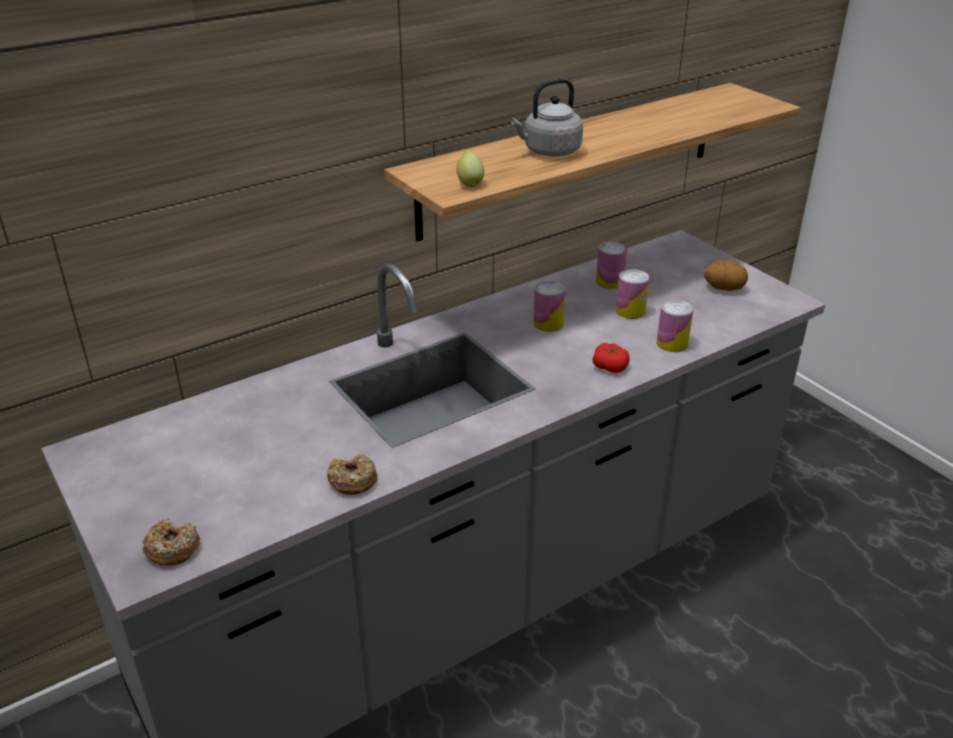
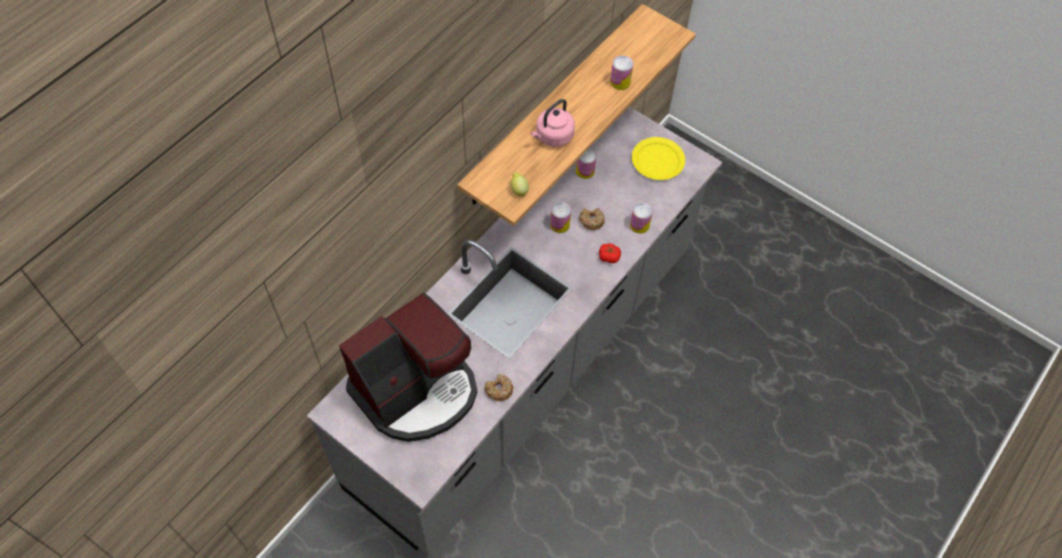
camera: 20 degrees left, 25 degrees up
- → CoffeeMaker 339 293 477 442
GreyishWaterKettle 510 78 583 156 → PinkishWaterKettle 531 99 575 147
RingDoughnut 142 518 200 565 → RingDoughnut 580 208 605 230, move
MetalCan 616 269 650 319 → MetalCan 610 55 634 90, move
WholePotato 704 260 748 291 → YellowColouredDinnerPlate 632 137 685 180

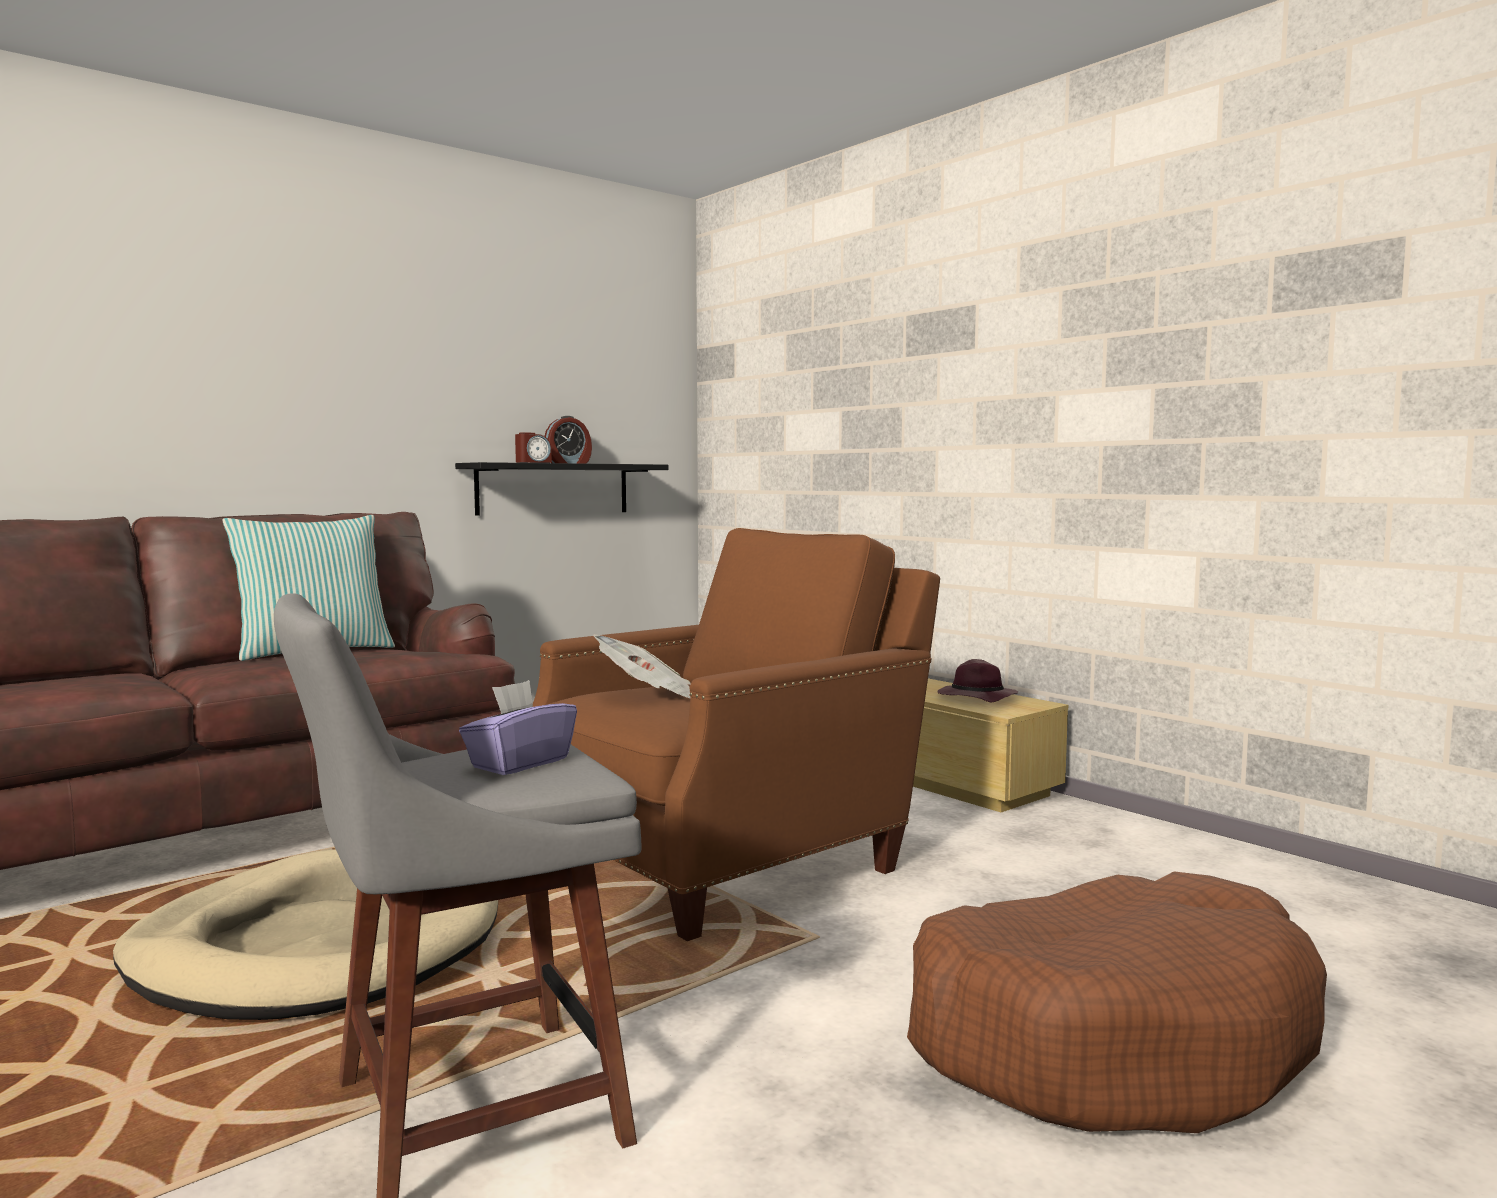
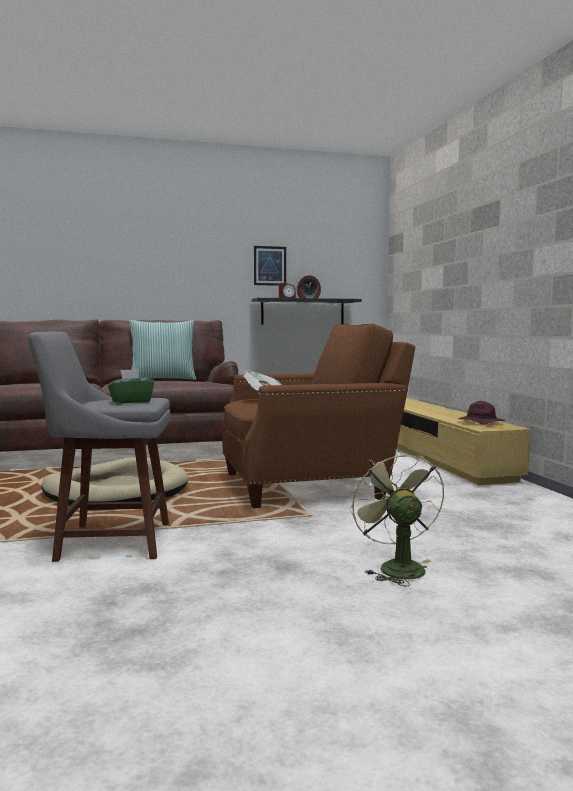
camera: 25 degrees right, 0 degrees up
PurpleTissueHolder 459 680 577 775 → GreenTissueHolder 108 369 154 404
- → WallArt 254 246 286 286
BrownishPetBed 907 872 1327 1133 → GreenFan 349 449 444 586

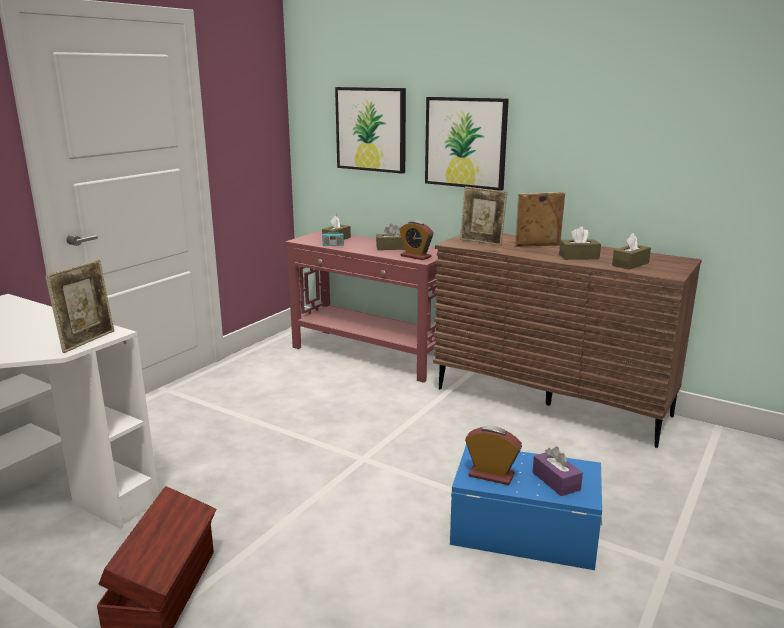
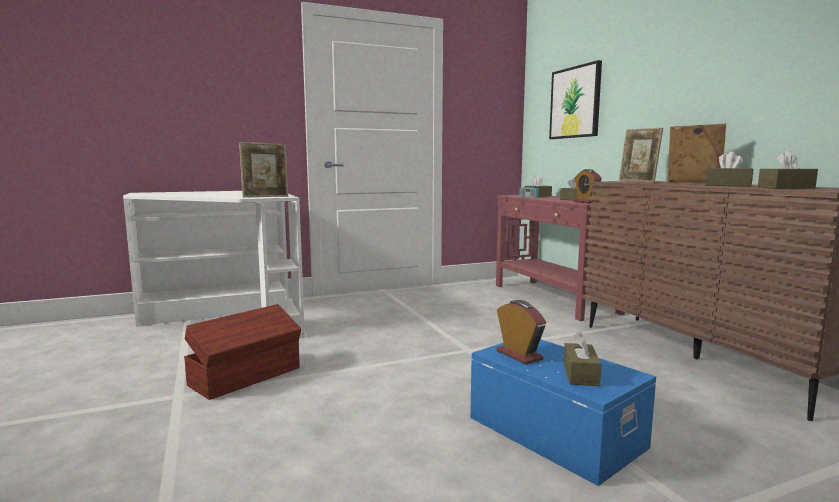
camera: 35 degrees right, 10 degrees down
PurpleTissueHolder 533 446 583 496 → BrownishTissueHolder 564 331 601 386
WallArt 425 97 509 191 → -

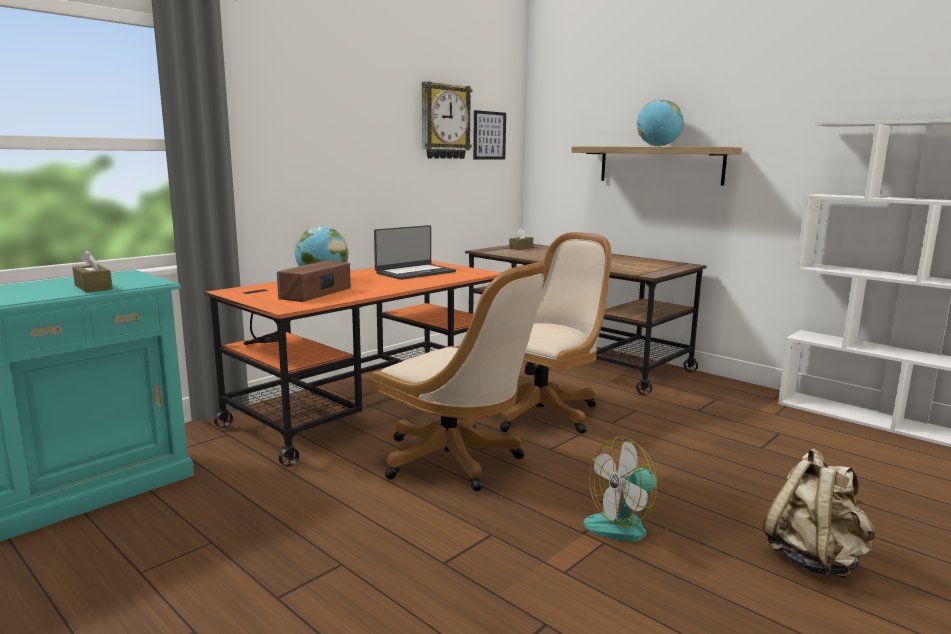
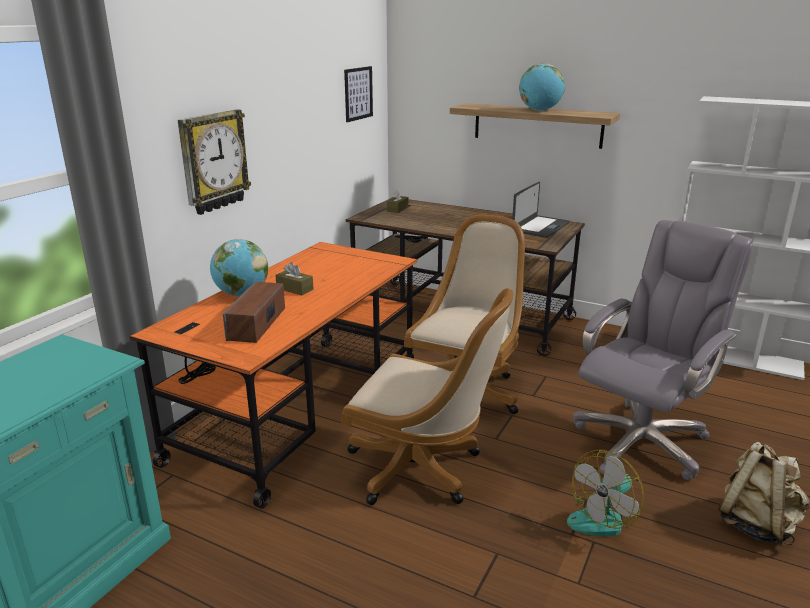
camera: 15 degrees left, 10 degrees up
WallClock 422 81 472 159 → WallClock 178 109 251 215, move
BrownishTissueHolder 72 249 113 293 → BrownishTissueHolder 275 262 314 295, move
PortableComputer 374 225 456 280 → PortableComputer 512 182 570 238, move
- → GreyishOfficeChair 573 220 753 480

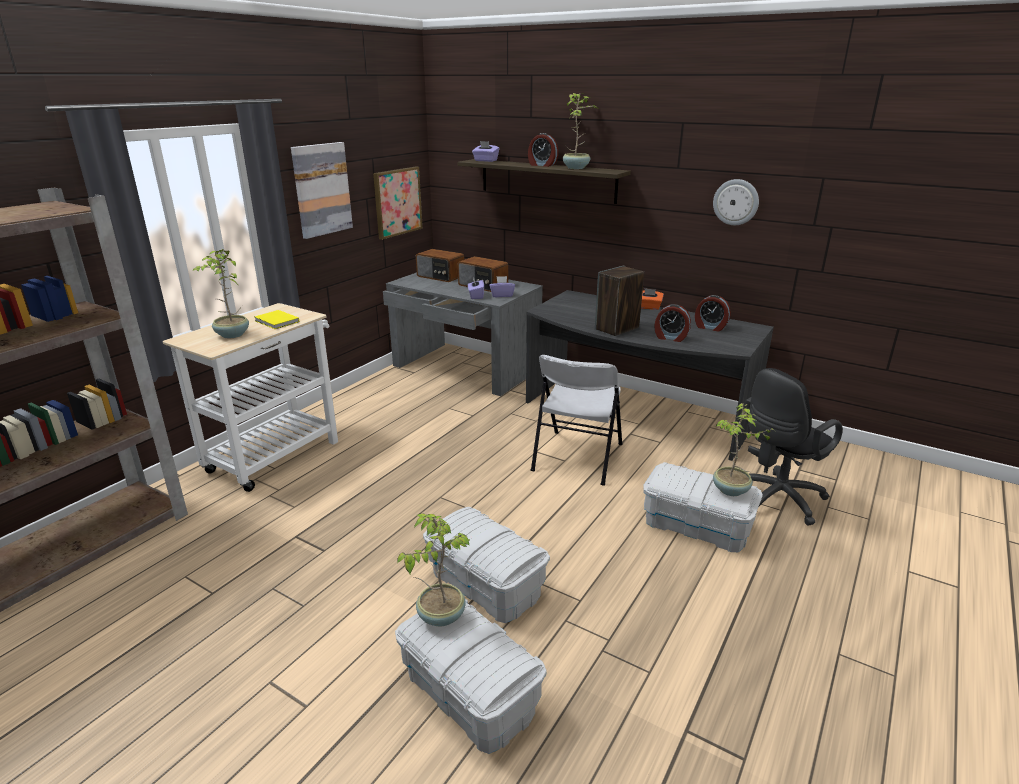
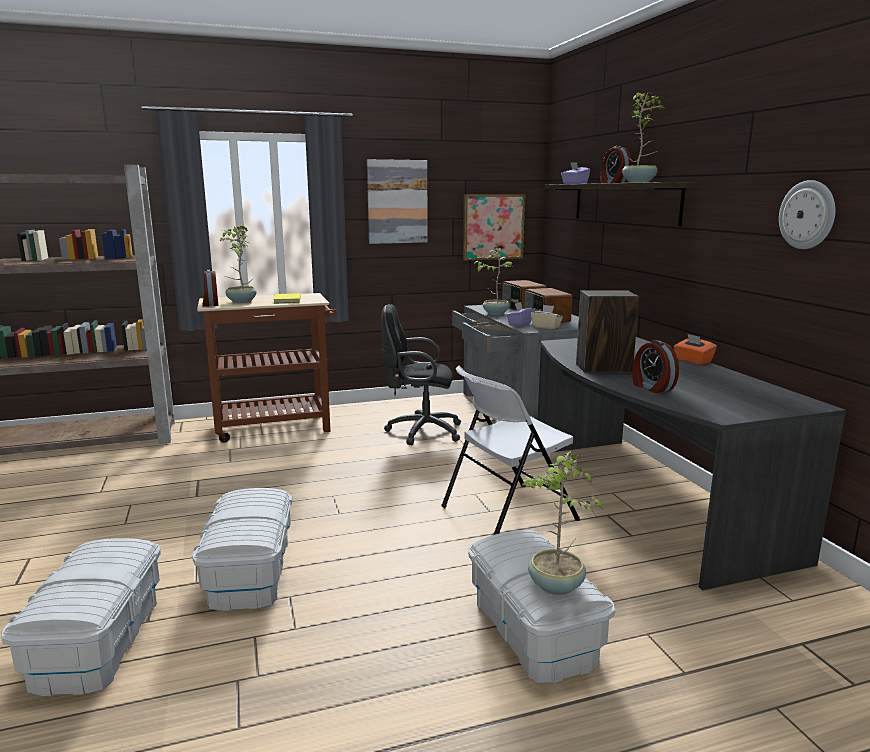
camera: 40 degrees right, 10 degrees down
WhiteWheeledCart 163 303 338 492 → BrownishWheeledCart 197 293 337 443
TableClock 695 295 731 332 → TableClock 202 270 218 307, move
BlackishOfficeChair 745 368 843 525 → BlackishOfficeChair 381 304 461 445, move
PottedPlant 397 514 470 627 → PottedPlant 473 247 514 315, move
PurpleTissueHolder 489 276 515 297 → SandColouredTissueHolder 531 305 563 329

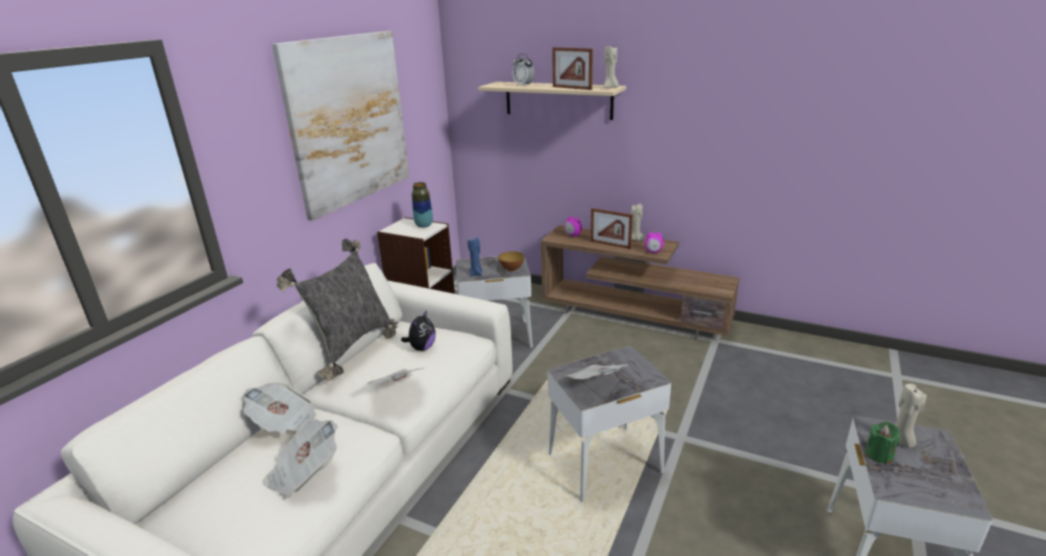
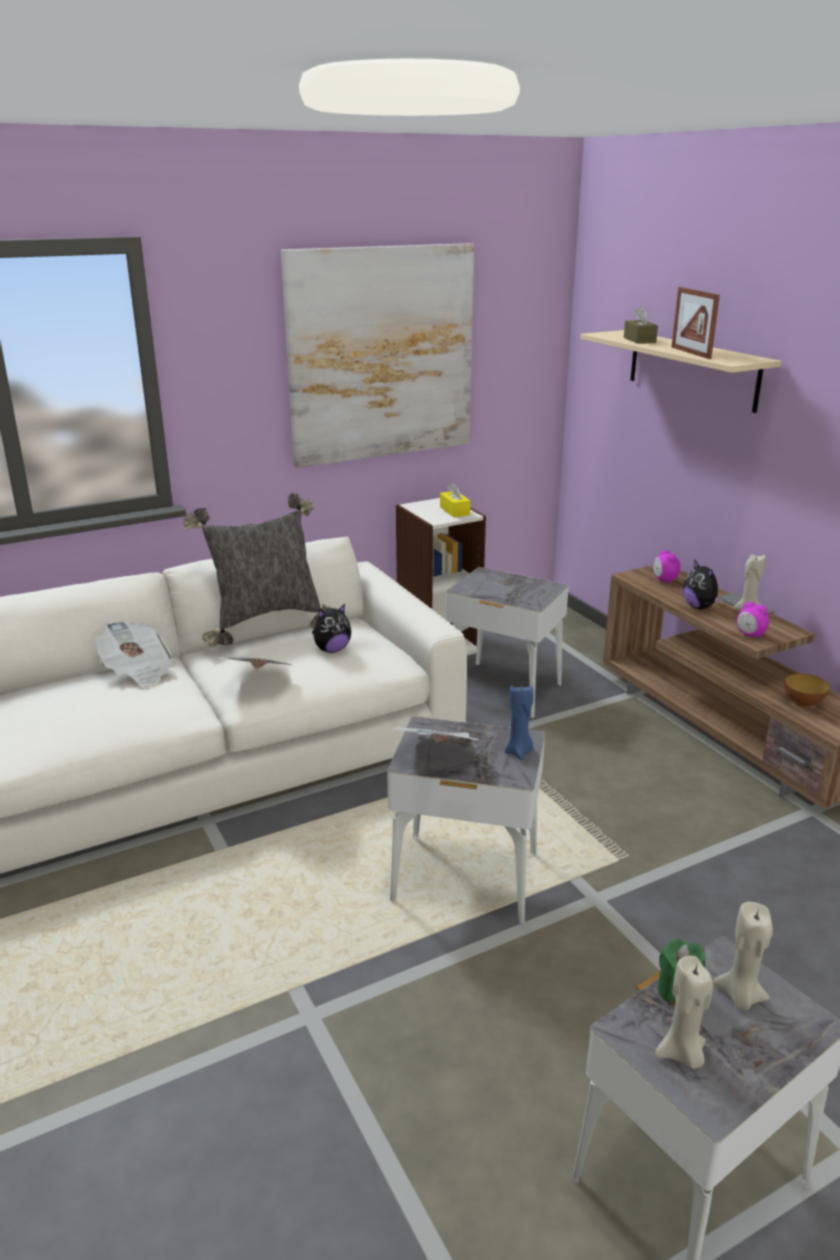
camera: 35 degrees right, 0 degrees up
FlowerVase 412 182 433 228 → YellowColouredTissueHolder 440 482 471 517
BluishWaxLight 467 237 482 276 → BluishWaxLight 505 685 534 760, move
TableClock 513 54 535 87 → BrownishTissueHolder 624 306 658 344
SandColouredWaxLight 604 46 619 88 → SandColouredWaxLight 655 956 713 1069, move
PhotoFrame 591 208 633 249 → SoftToy 683 559 723 609
Bowl 498 251 524 271 → Bowl 785 673 830 708, move
DailyPaper 263 419 338 498 → -

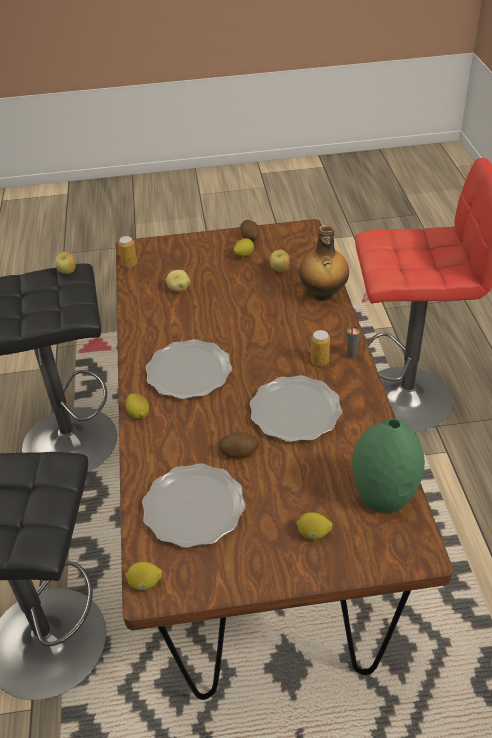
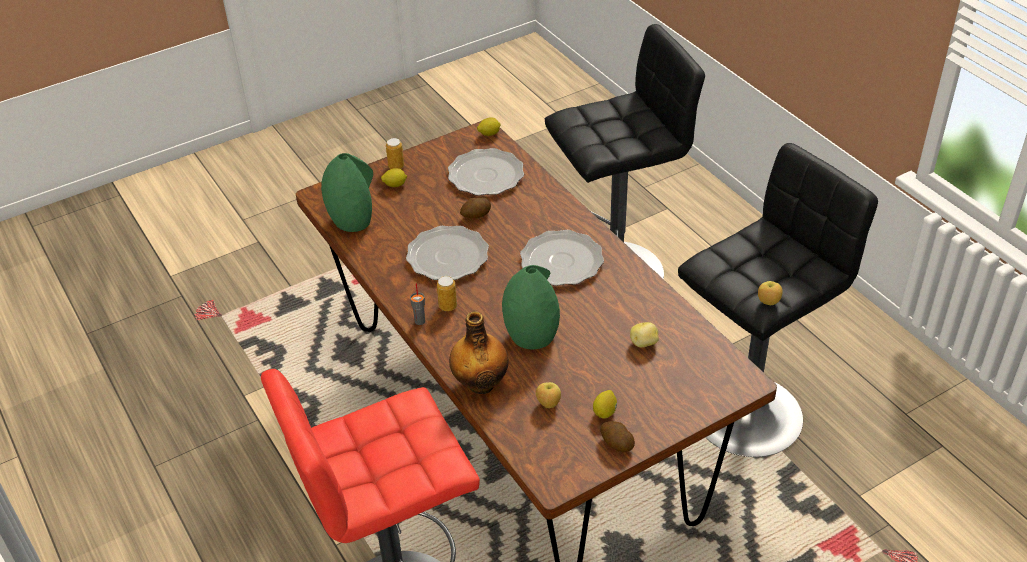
camera: 155 degrees right, 0 degrees up
MetalCan 118 236 137 268 → MetalCan 386 138 404 169, move
- → GreenFlowerVase 502 265 560 349
WholeLemon 126 393 149 419 → -

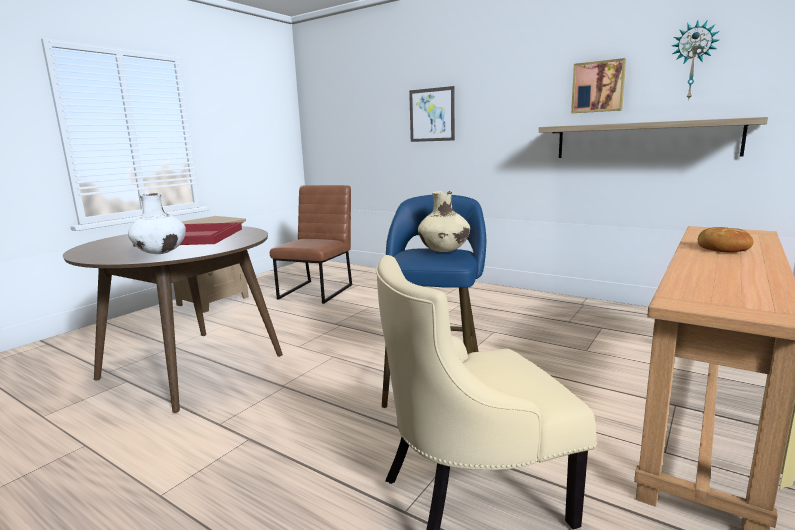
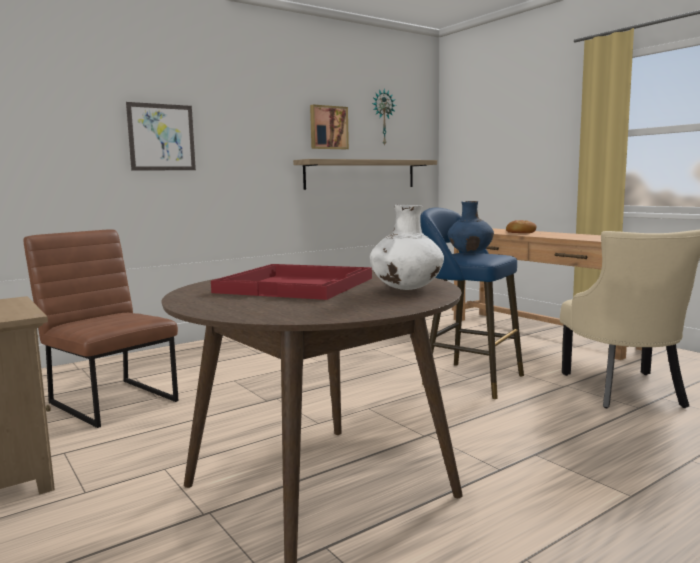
camera: 70 degrees left, 5 degrees down
SandColouredFlowerVase 418 191 470 252 → BluishFlowerVase 447 201 494 253

